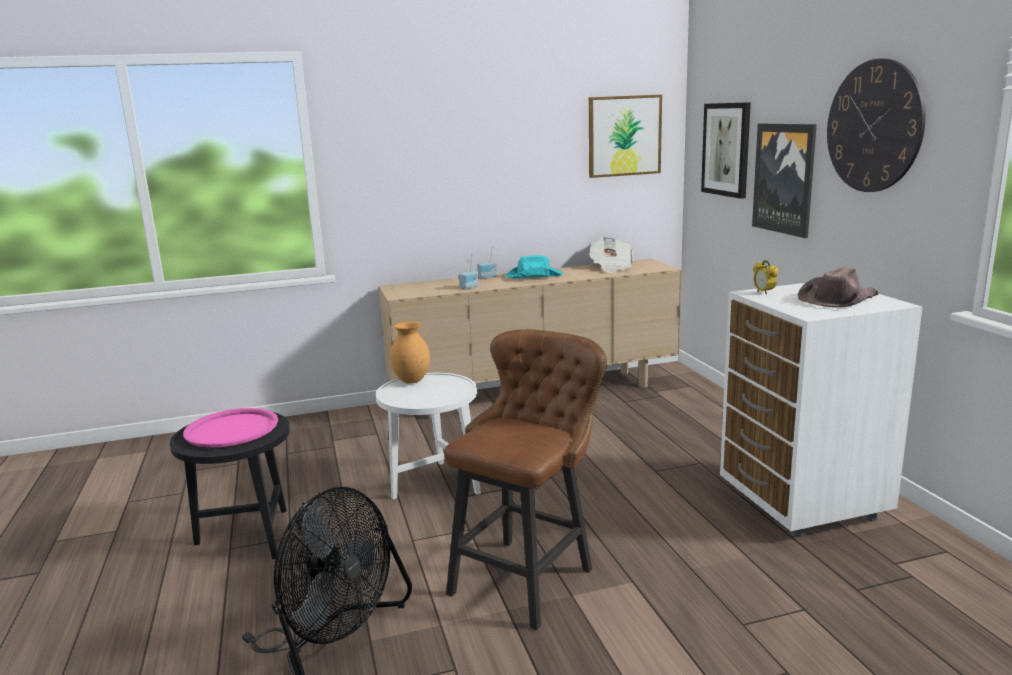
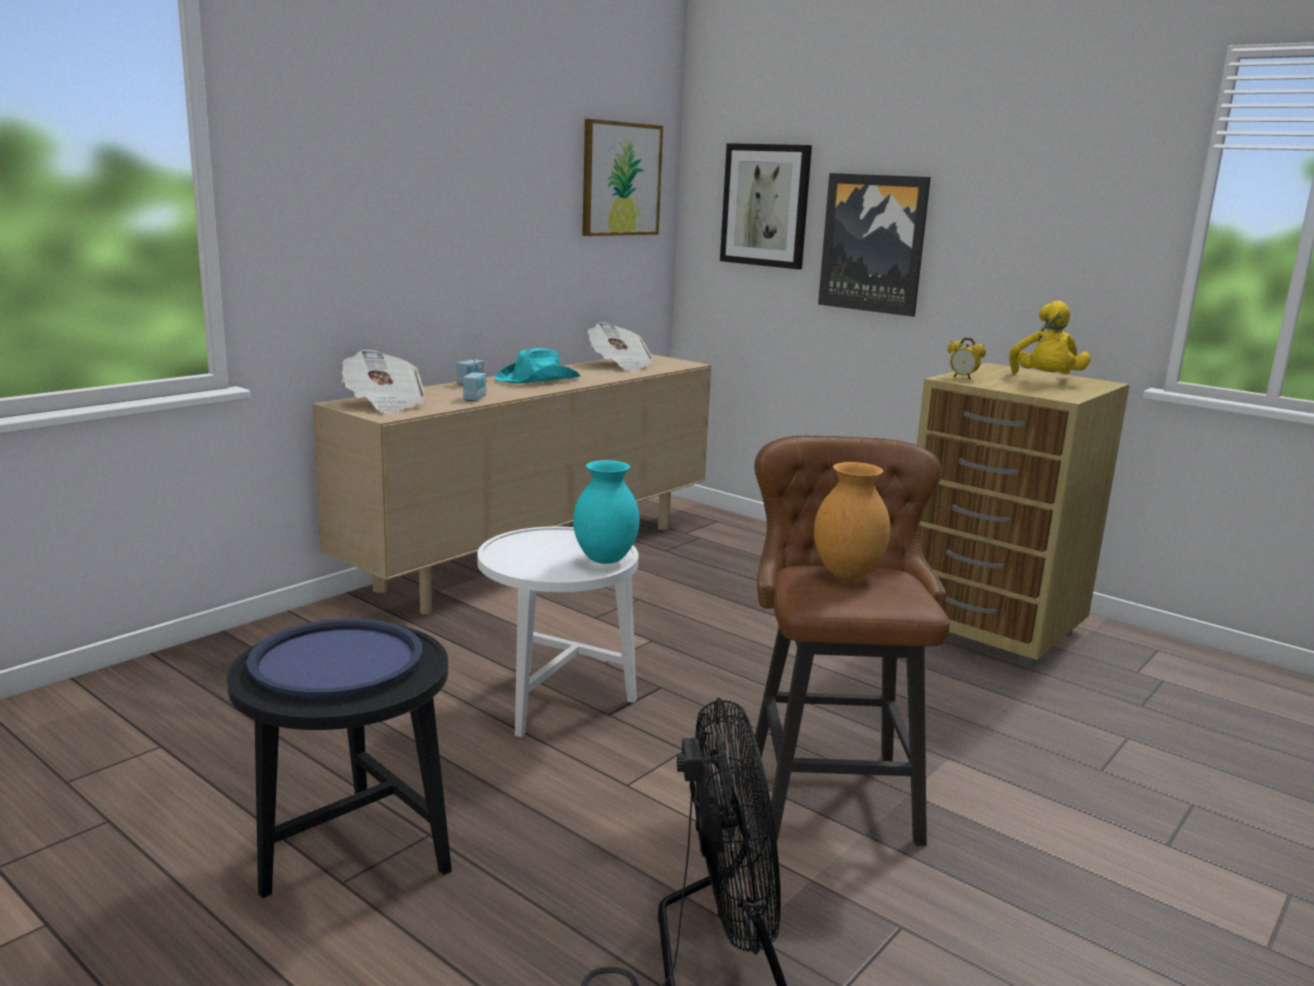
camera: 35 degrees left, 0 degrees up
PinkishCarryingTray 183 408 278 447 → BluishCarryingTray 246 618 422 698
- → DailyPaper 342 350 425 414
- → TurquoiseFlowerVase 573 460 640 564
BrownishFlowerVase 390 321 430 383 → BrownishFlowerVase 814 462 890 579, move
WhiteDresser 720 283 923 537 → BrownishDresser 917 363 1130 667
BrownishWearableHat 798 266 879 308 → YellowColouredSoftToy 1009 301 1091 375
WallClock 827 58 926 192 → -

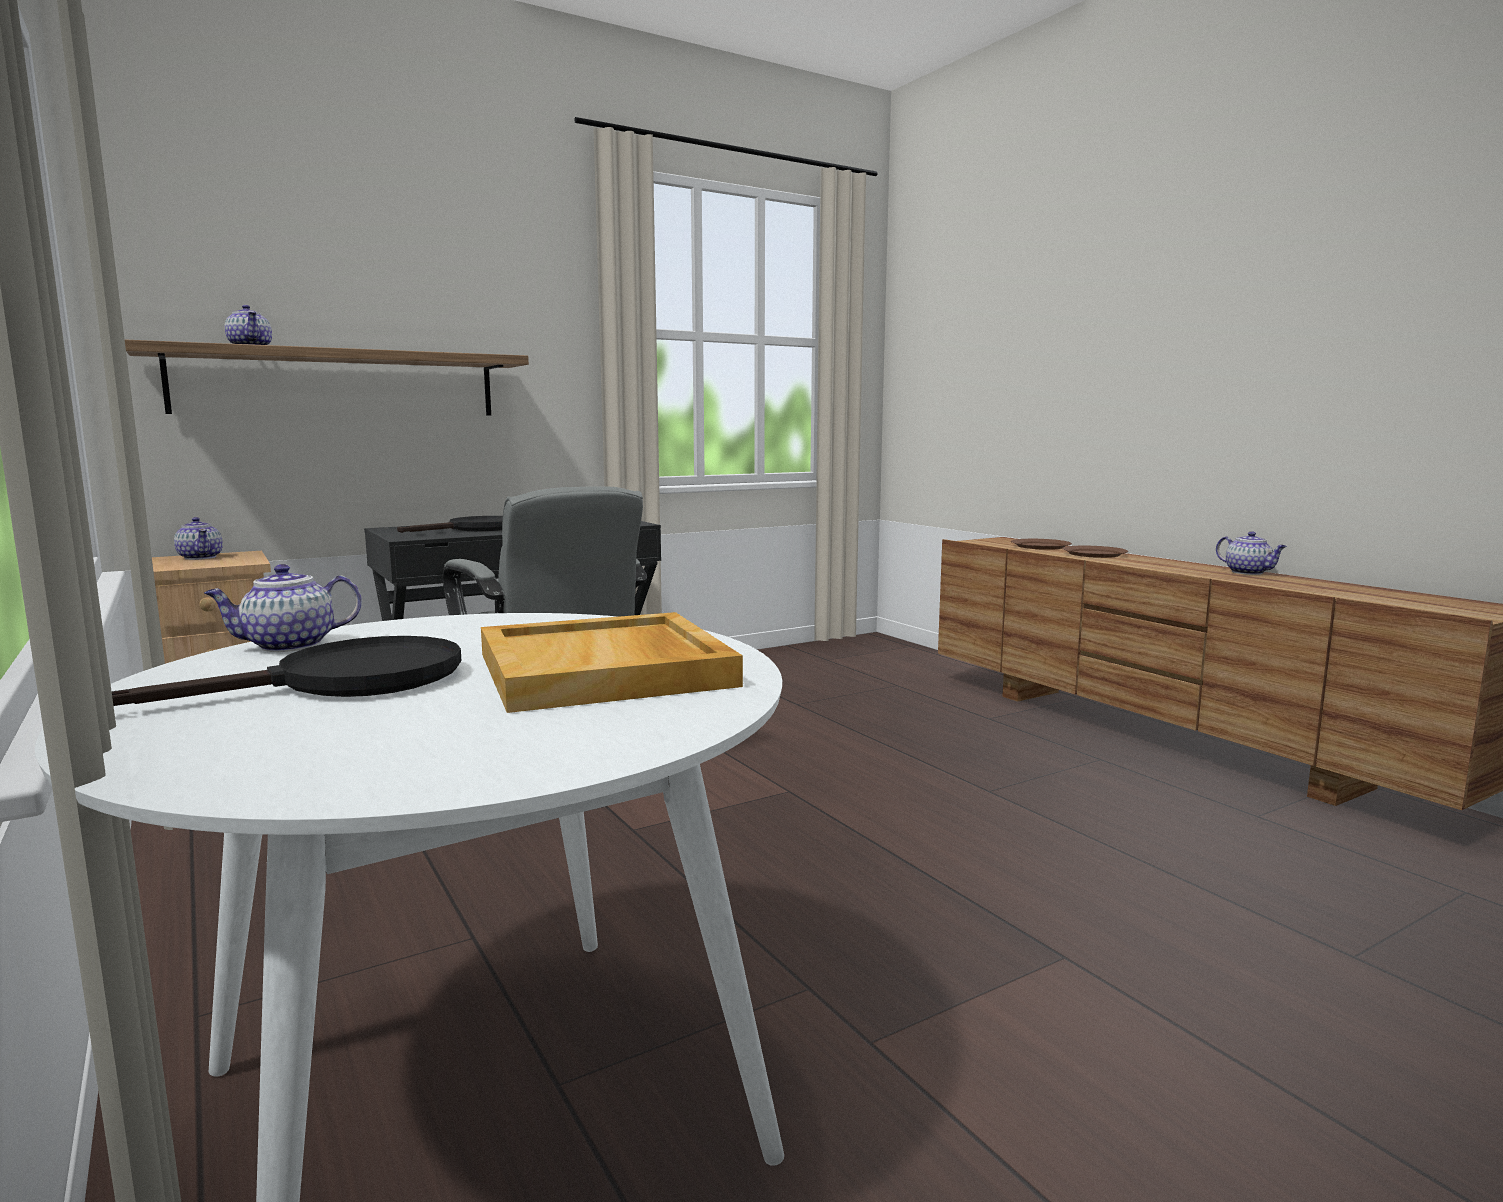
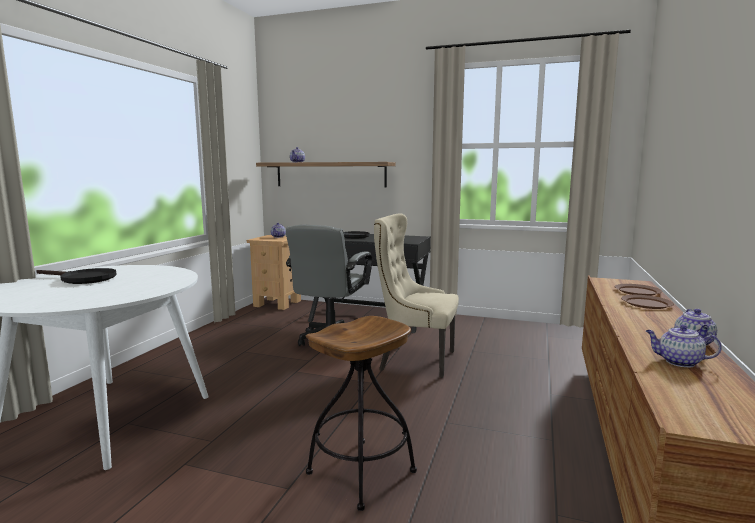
camera: 50 degrees right, 0 degrees up
- → BrownishStoolSeat 306 316 417 511
- → SandColouredChair 374 213 459 378
Teapot 204 564 362 652 → Teapot 646 325 722 367, move
SandColouredCarryingTray 481 612 743 713 → -

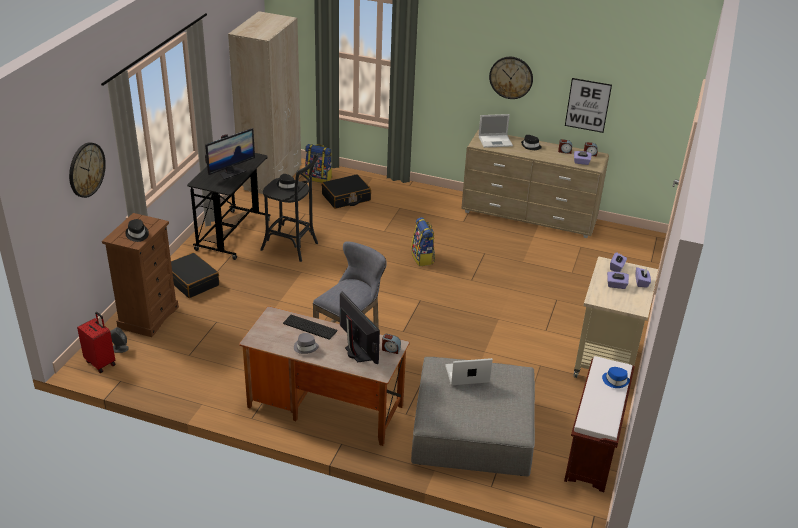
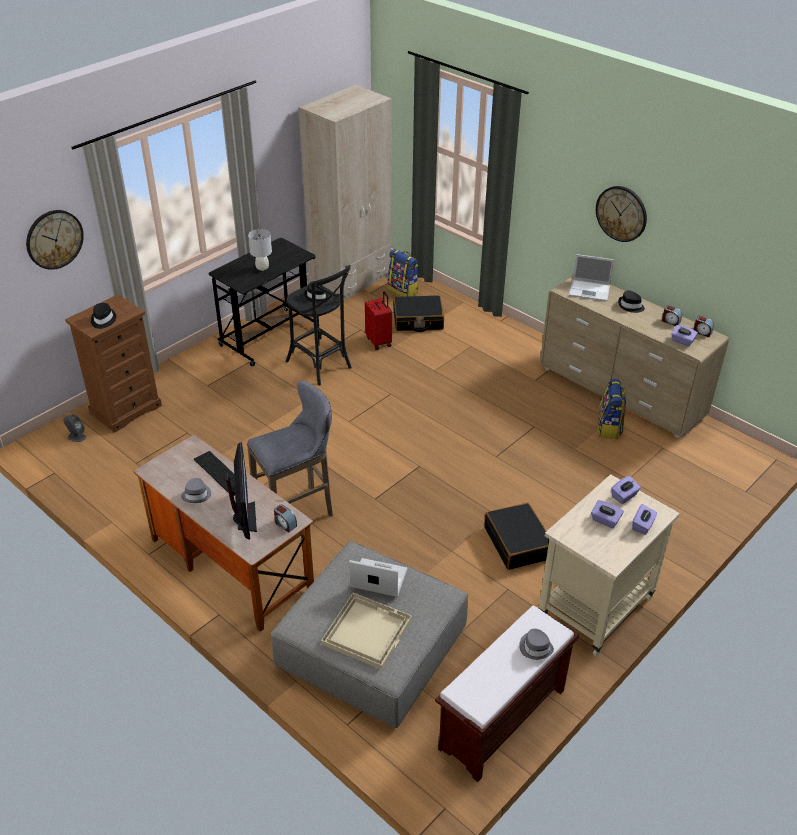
camera: 25 degrees right, 5 degrees up
ComputerDisplay 205 128 255 180 → GreyishLampForATable 248 229 272 271
- → SandColouredCarryingTray 321 593 412 670
RedColouredPieceOfLuggage 77 312 116 373 → RedColouredPieceOfLuggage 365 292 392 350, move
BlackishPieceOfLuggage 171 252 219 298 → BlackishPieceOfLuggage 485 503 549 570, move
BluishWearableHat 602 367 630 388 → GreyishWearableHat 519 629 554 660
Rucksack 411 217 435 266 → Rucksack 598 379 626 439, move
WallArt 565 78 612 133 → -

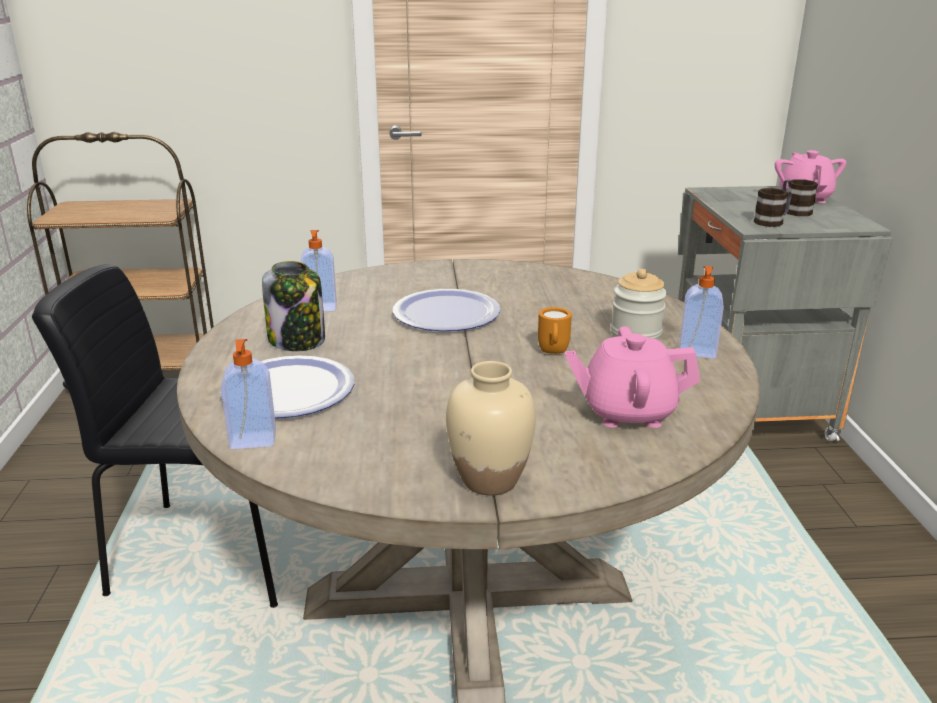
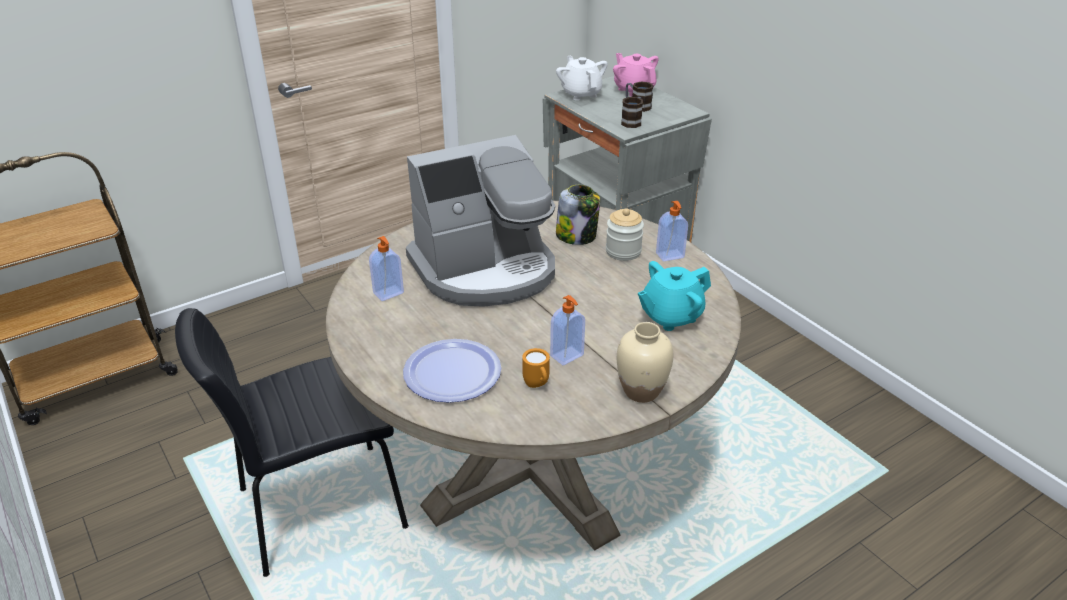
camera: 30 degrees left, 10 degrees up
DinnerPlate 392 289 501 331 → CoffeeMaker 406 135 555 307
OrangeColouredTeaMug 538 307 572 354 → OrangeColouredTeaMug 522 348 550 388, move
SoapDispenser 221 339 276 449 → SoapDispenser 550 295 585 365, move
- → WhiteTeapot 556 56 608 100
Jar 262 261 325 351 → Jar 556 185 600 245, move
PinkishTeapot 564 326 700 428 → TurquoiseTeapot 638 261 711 331

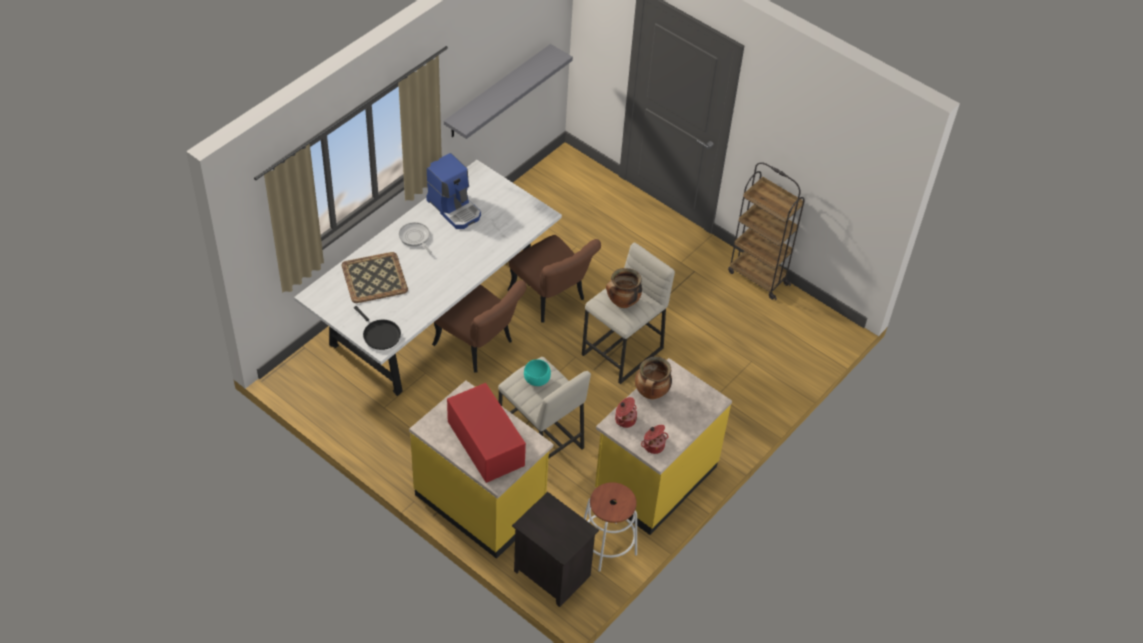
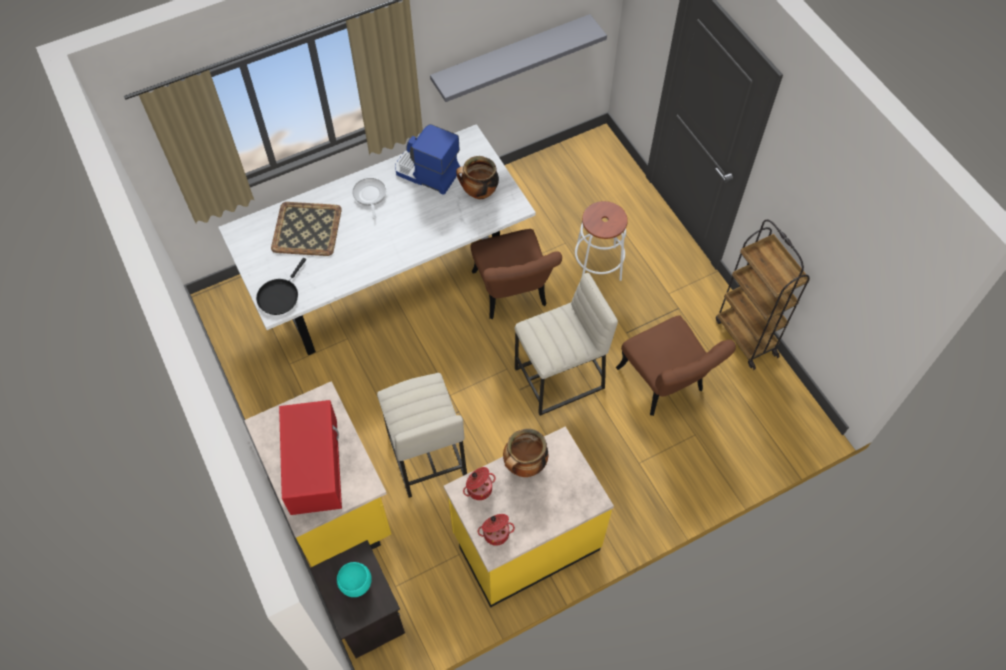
camera: 25 degrees right, 10 degrees up
BlackishSkillet 354 306 401 350 → BlackishSkillet 256 258 306 315, 45 degrees clockwise
TurquoiseBowl 524 359 551 386 → TurquoiseBowl 337 562 372 597, move
CoffeeMaker 426 153 481 229 → CoffeeMaker 395 124 460 195, 135 degrees clockwise
Stockpot 606 268 642 308 → Stockpot 456 156 499 200, move
WhiteStoolSeat 584 482 637 572 → WhiteStoolSeat 575 201 628 281, move
BrownishChair 432 280 527 373 → BrownishChair 616 315 736 416, move

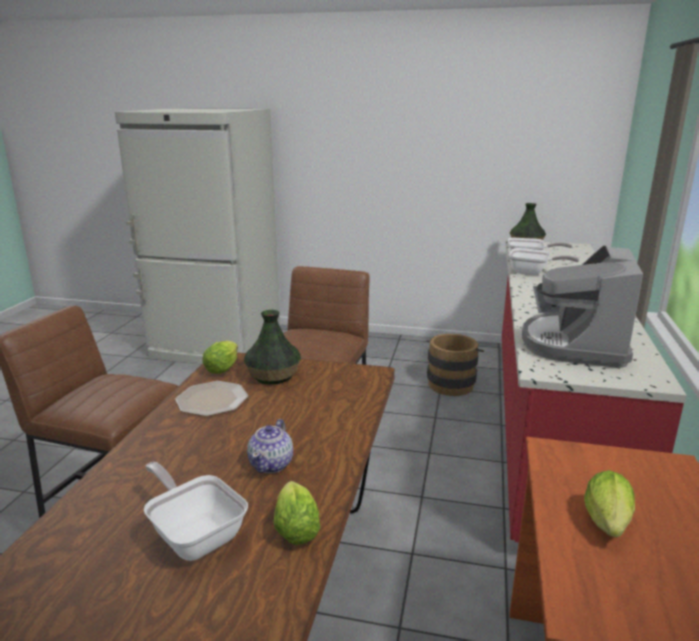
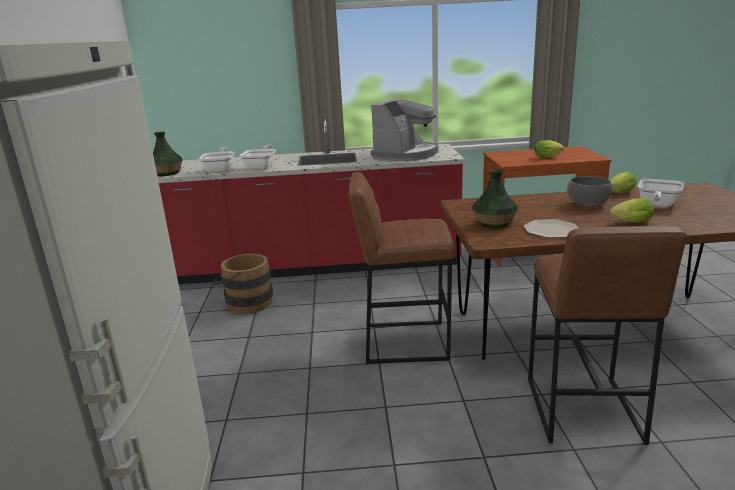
camera: 105 degrees left, 0 degrees up
CoffeeMaker 522 245 643 368 → CoffeeMaker 371 98 439 161, 60 degrees counterclockwise
Teapot 247 419 293 473 → GreyishBowl 567 176 612 207
LettuceHead 202 340 238 374 → LettuceHead 610 198 654 222, move

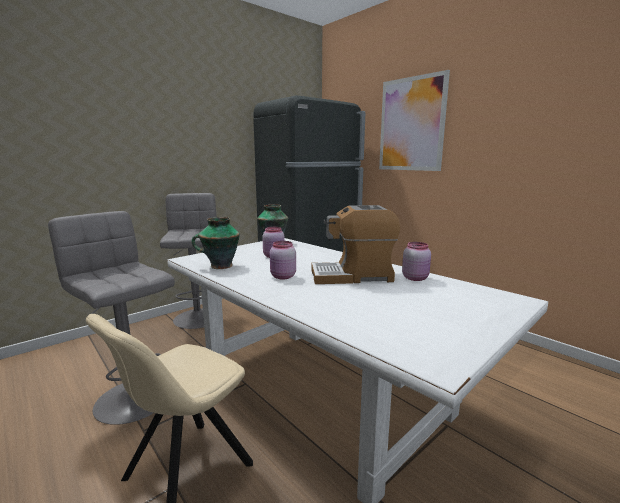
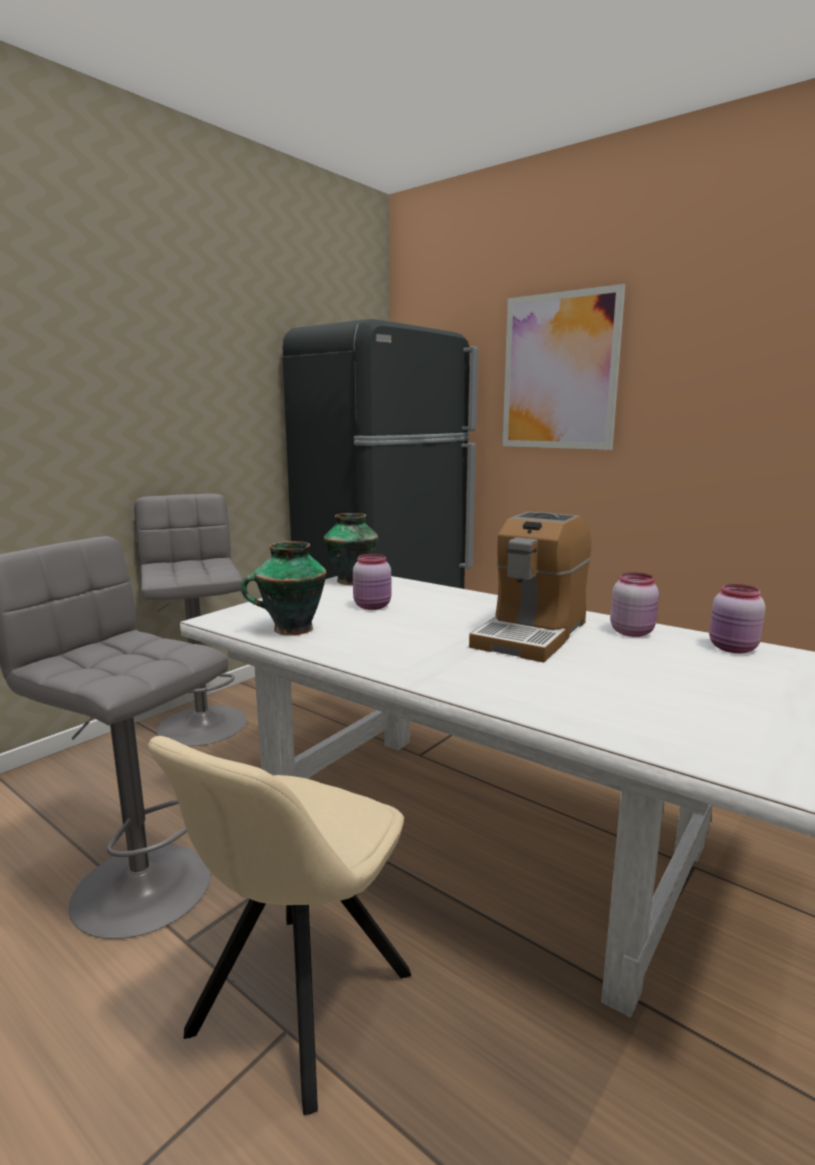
camera: 10 degrees left, 0 degrees up
CoffeeMaker 311 205 400 284 → CoffeeMaker 469 512 591 663, 45 degrees counterclockwise
PinkishJar 270 241 296 279 → PinkishJar 709 584 765 653, move

